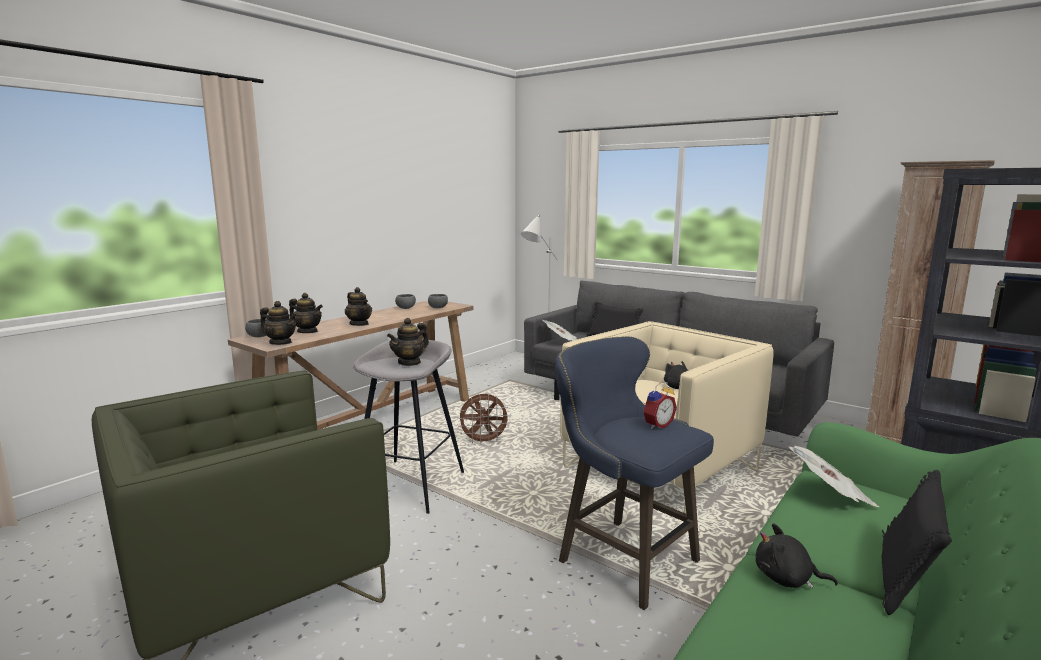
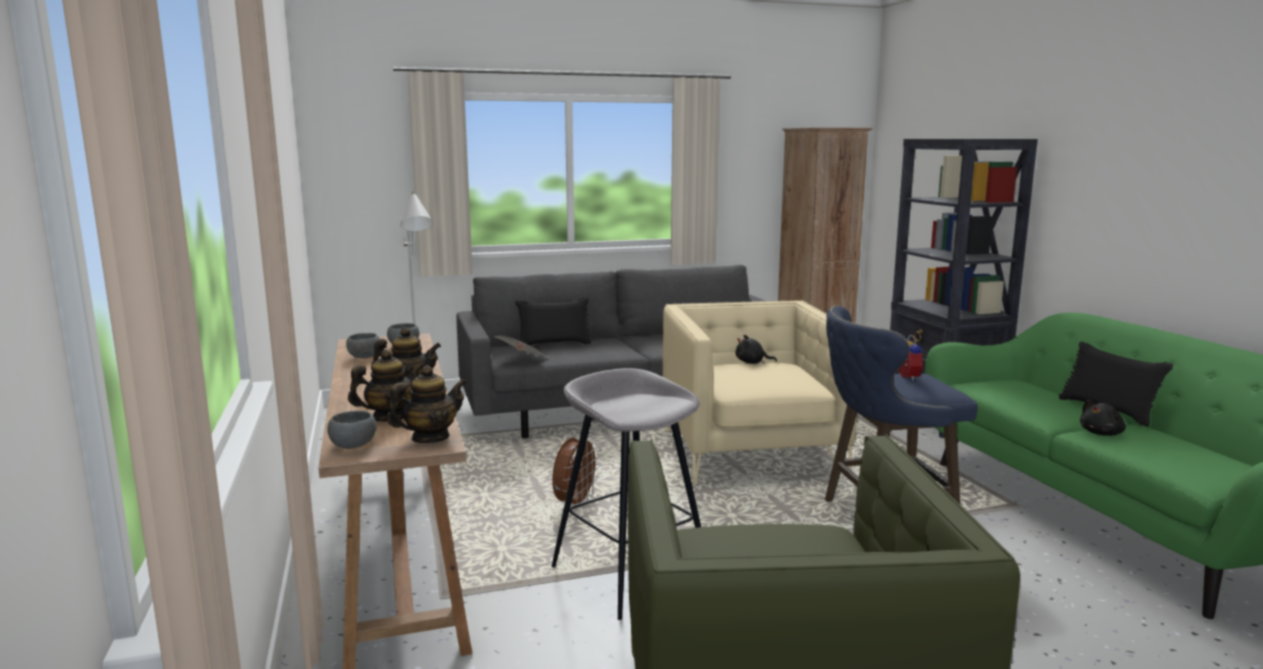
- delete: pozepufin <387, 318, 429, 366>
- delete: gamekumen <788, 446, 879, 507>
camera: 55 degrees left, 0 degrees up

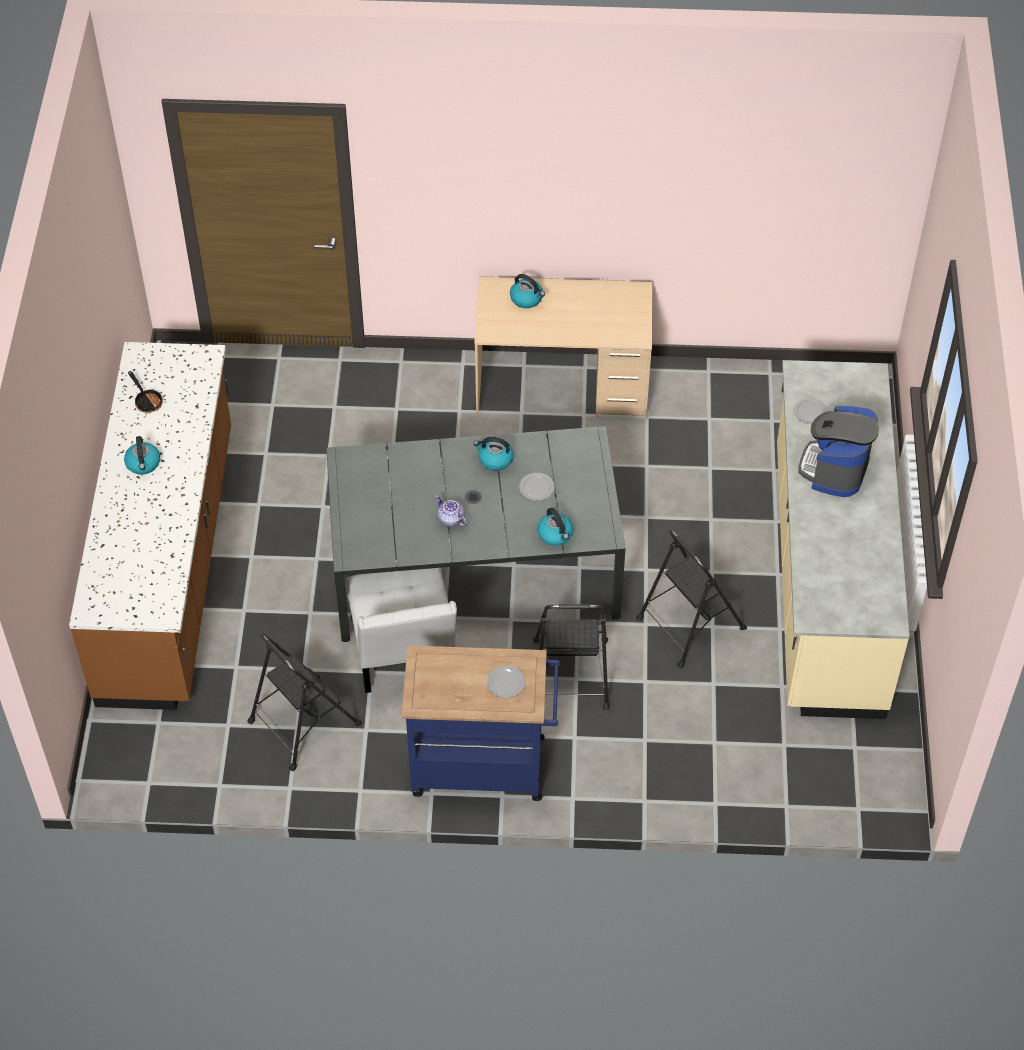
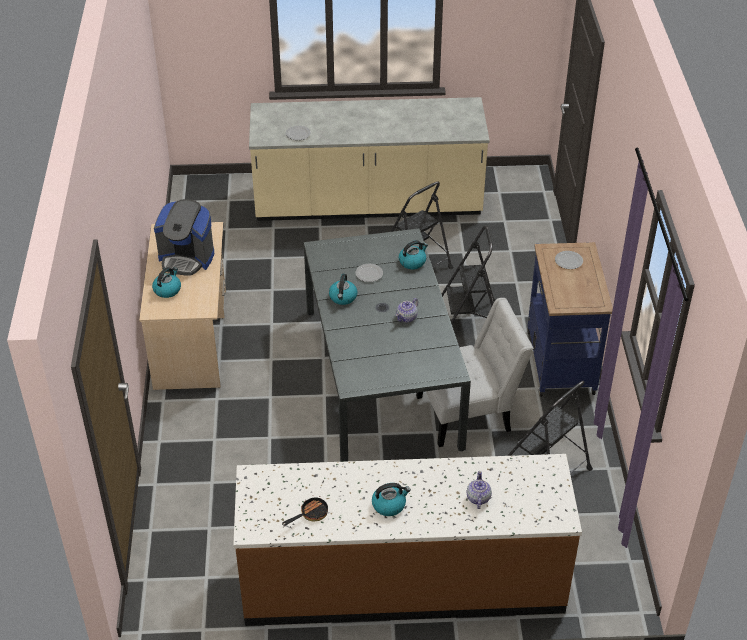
- move: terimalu <798, 406, 879, 497> to <154, 199, 215, 276>
- insert: pozepufin <467, 471, 492, 509>
camera: 95 degrees left, 10 degrees down

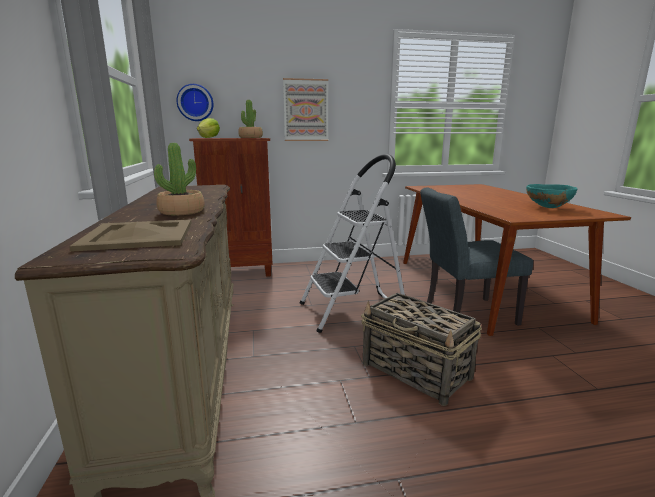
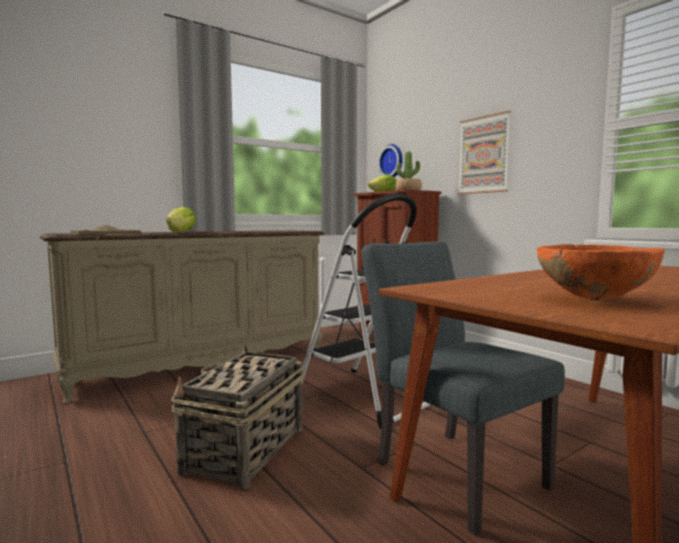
- replace: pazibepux <154, 143, 205, 215> to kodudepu <166, 207, 196, 232>
- recolor: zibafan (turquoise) <526, 184, 577, 208> to zibafan (orange) <537, 244, 665, 301>
camera: 65 degrees right, 10 degrees down

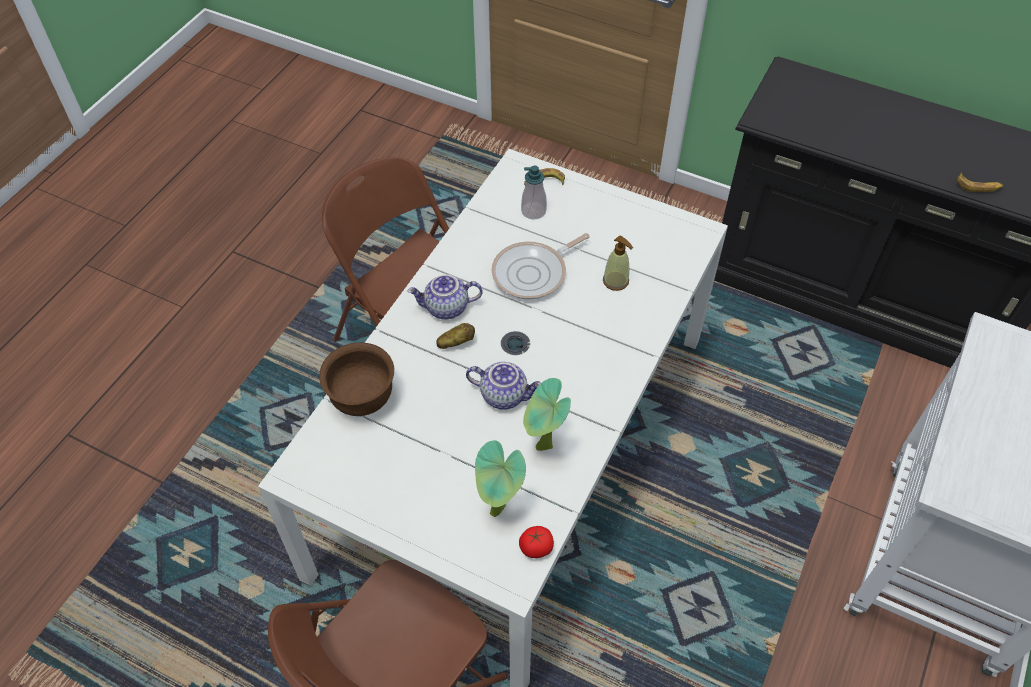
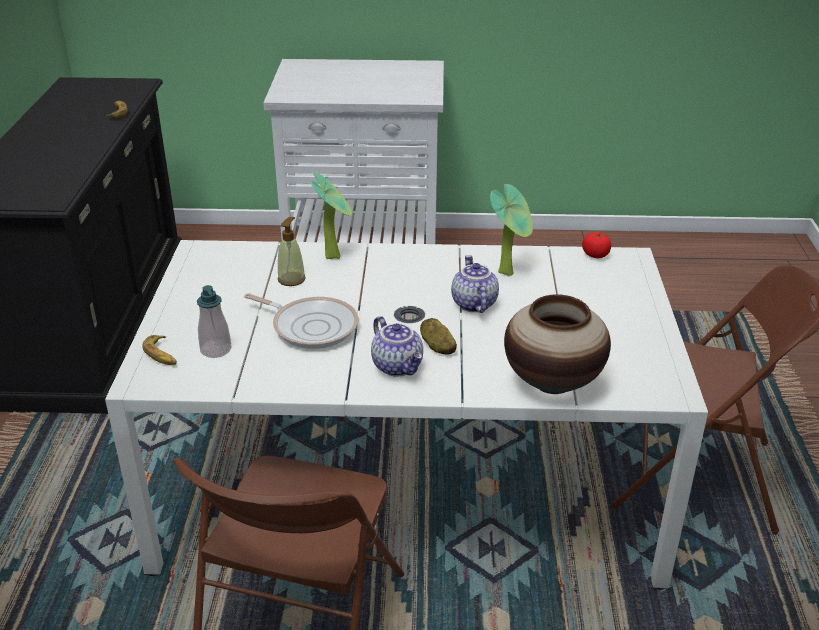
- move: pazibepux <475, 440, 526, 517> to <311, 173, 352, 259>
- replace: zibafan (brown) <319, 343, 394, 416> to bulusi <504, 294, 611, 394>
camera: 115 degrees left, 20 degrees down

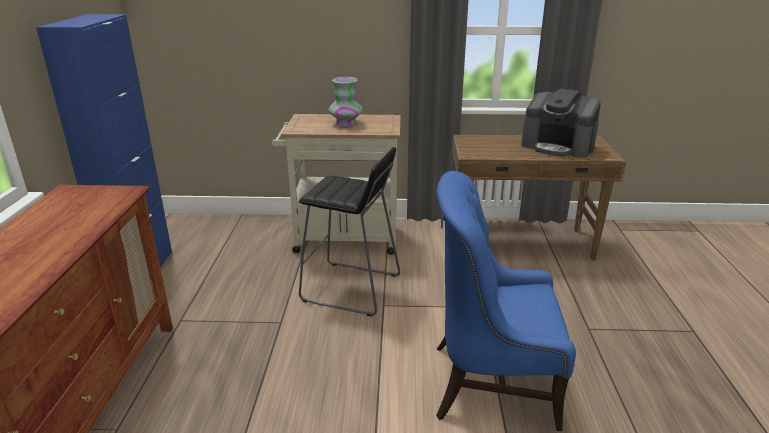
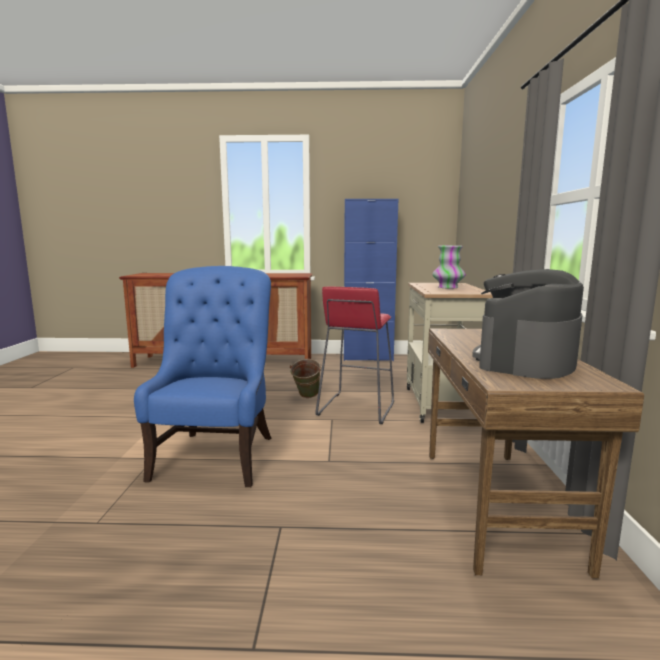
- insert: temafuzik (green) <290, 359, 322, 398>
- recolor: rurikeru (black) <299, 147, 400, 317> to rurikeru (red) <315, 287, 394, 424>
camera: 90 degrees right, 15 degrees down

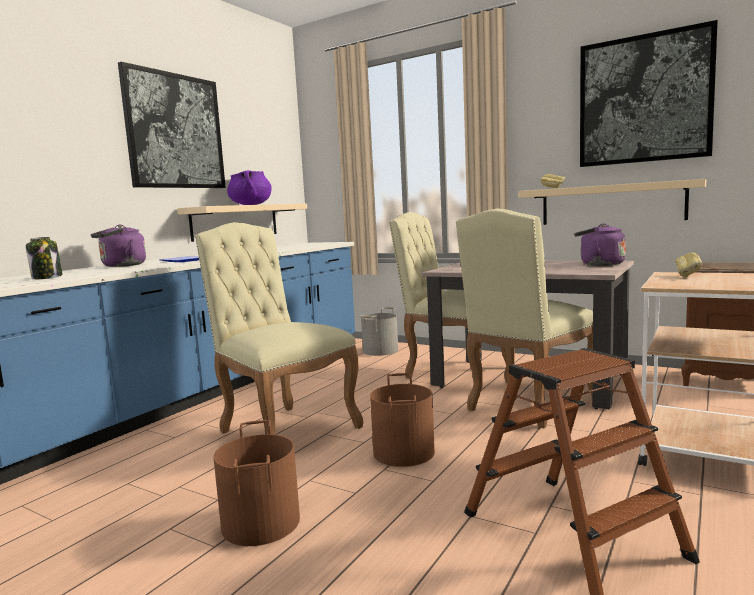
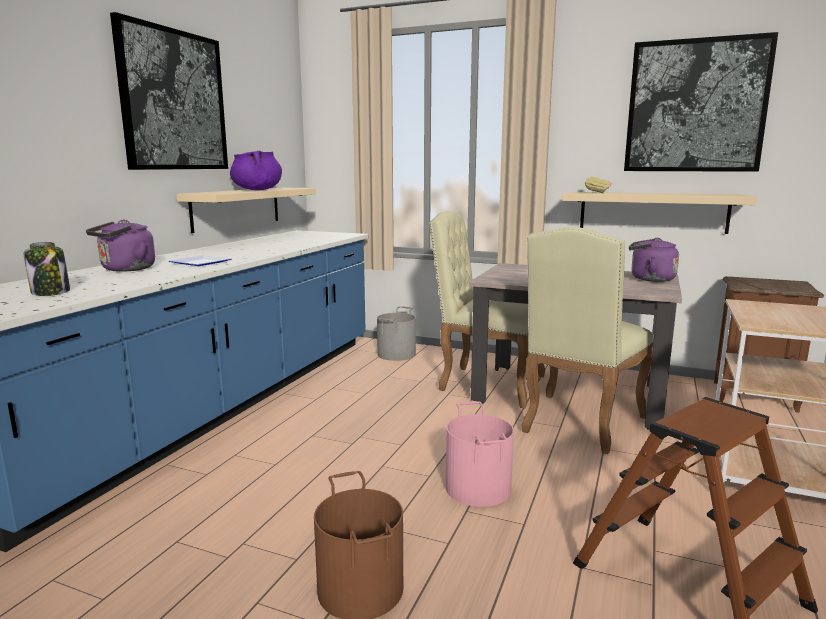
- recolor: temafuzik (brown) <370, 373, 435, 467> to temafuzik (pink) <446, 402, 514, 507>
- delete: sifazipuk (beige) <195, 222, 363, 435>
- delete: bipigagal <675, 252, 702, 277>
camera: 10 degrees left, 5 degrees up

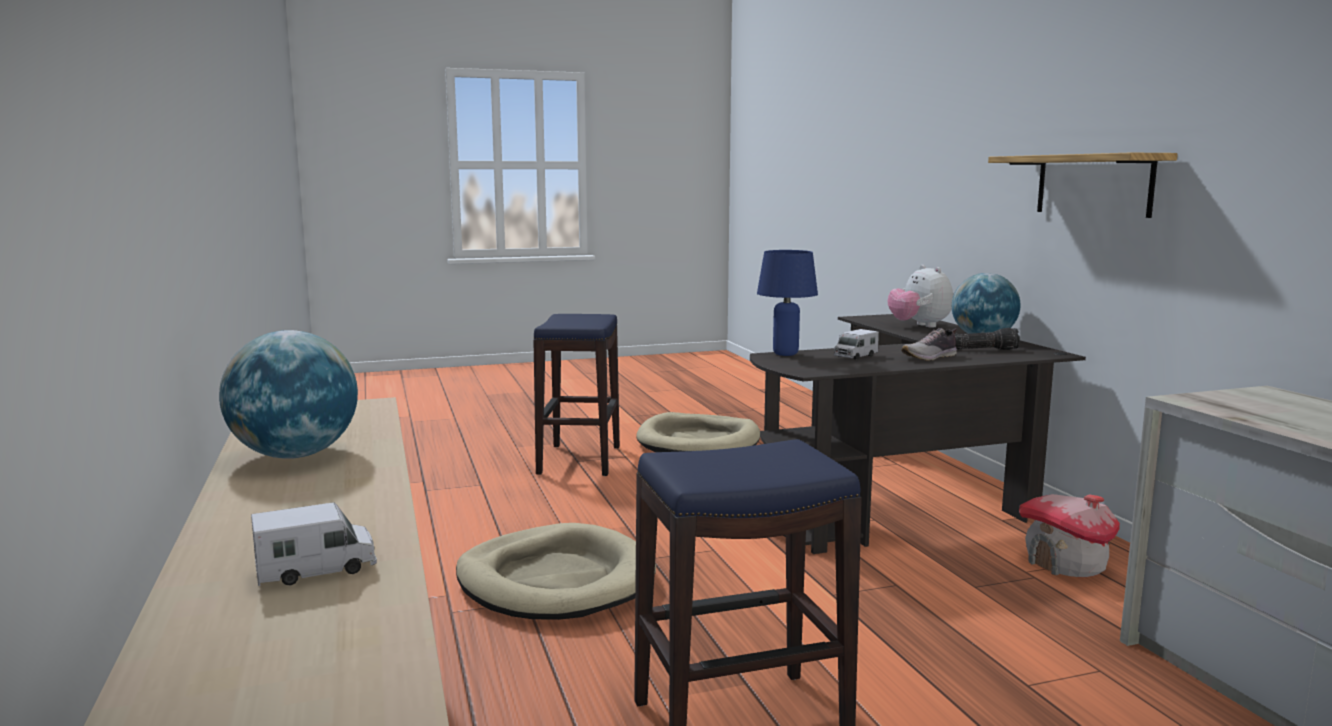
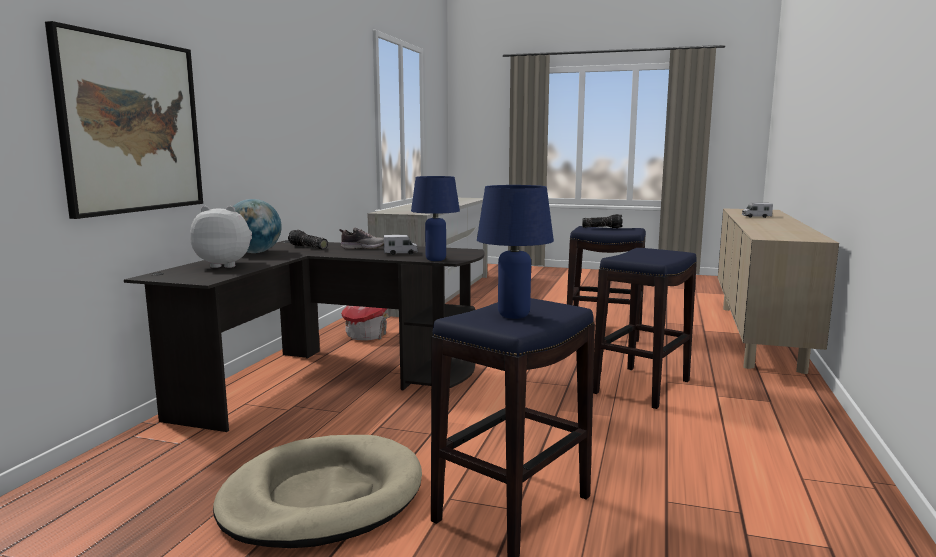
- insert: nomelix <45, 21, 203, 219>
- rotate: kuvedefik <888, 265, 953, 328> = <190, 206, 252, 268> 105 degrees counterclockwise
- insert: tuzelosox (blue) <477, 185, 554, 319>
- insert: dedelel <582, 214, 623, 228>
- replace: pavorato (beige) <456, 523, 656, 620> to rurikeru <593, 248, 697, 409>
- delete: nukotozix <219, 330, 358, 459>
- delete: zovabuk <988, 153, 1178, 218>
camera: 145 degrees left, 0 degrees up

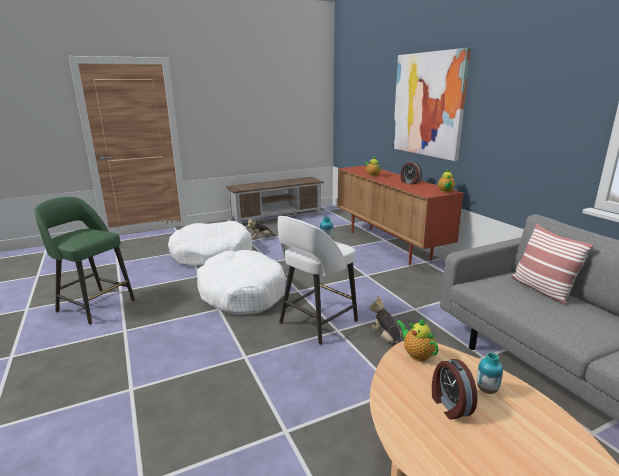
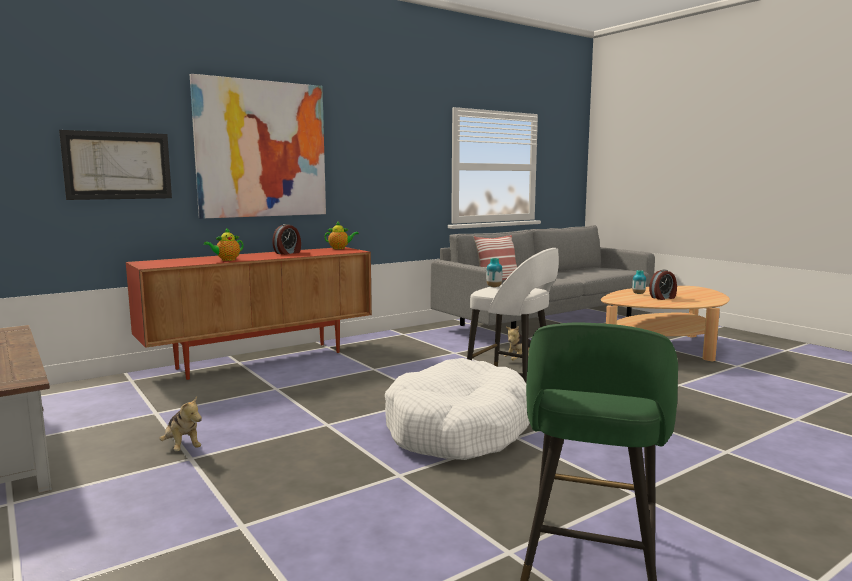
- insert: nomelix <59, 130, 172, 200>
- delete: pavorato (white) <168, 221, 252, 266>
- delete: pozepufin <396, 319, 438, 362>
camera: 100 degrees left, 10 degrees down

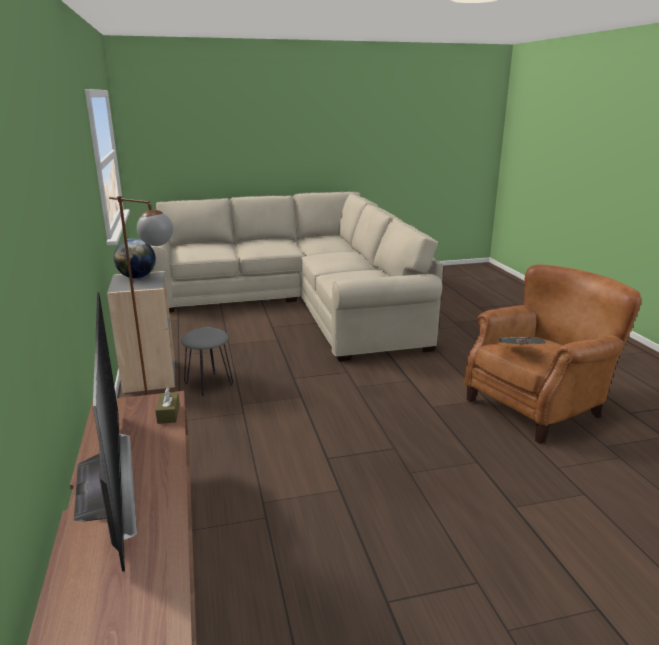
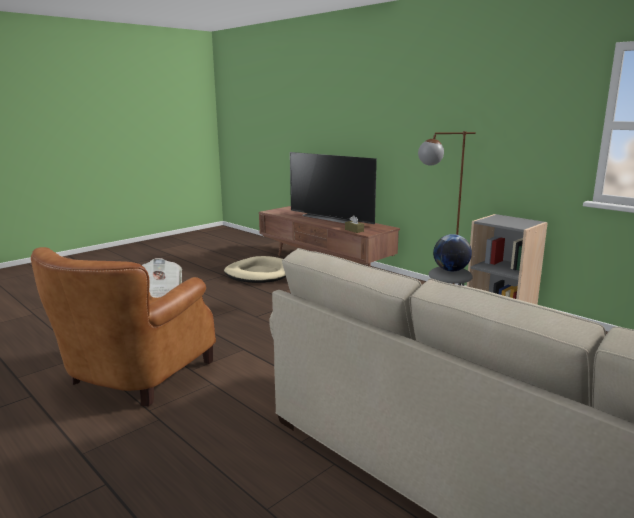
- insert: pavorato (beige) <224, 256, 286, 283>
- move: nukotozix <114, 238, 156, 278> to <433, 234, 472, 272>
camera: 150 degrees right, 5 degrees down

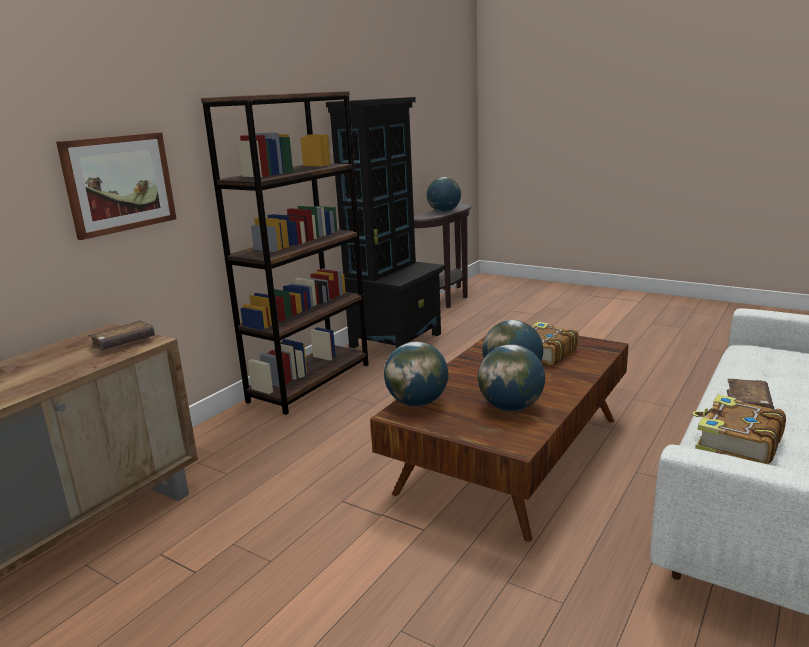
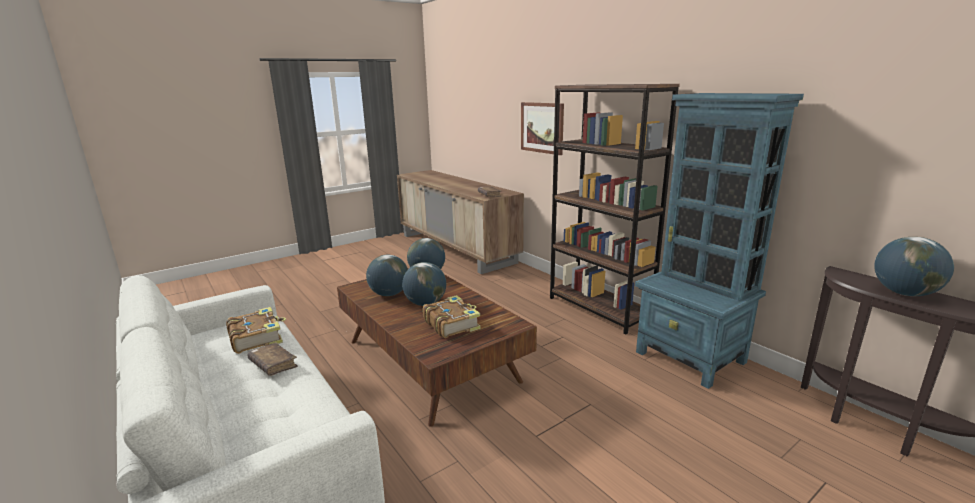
- recolor: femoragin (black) <326, 97, 445, 349> to femoragin (blue) <635, 93, 804, 389>
camera: 110 degrees right, 0 degrees up

